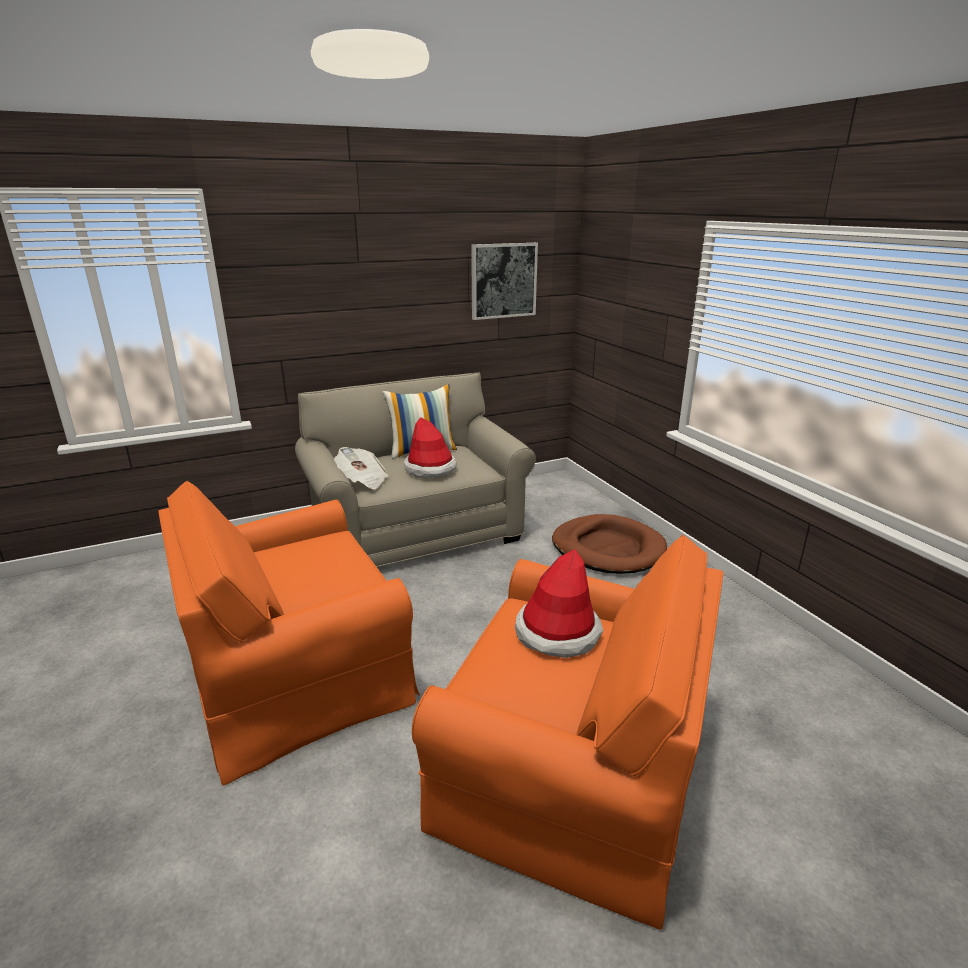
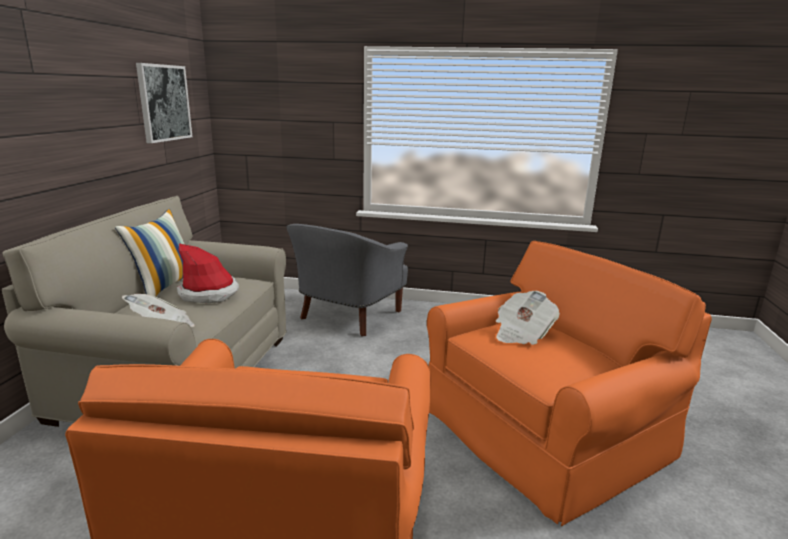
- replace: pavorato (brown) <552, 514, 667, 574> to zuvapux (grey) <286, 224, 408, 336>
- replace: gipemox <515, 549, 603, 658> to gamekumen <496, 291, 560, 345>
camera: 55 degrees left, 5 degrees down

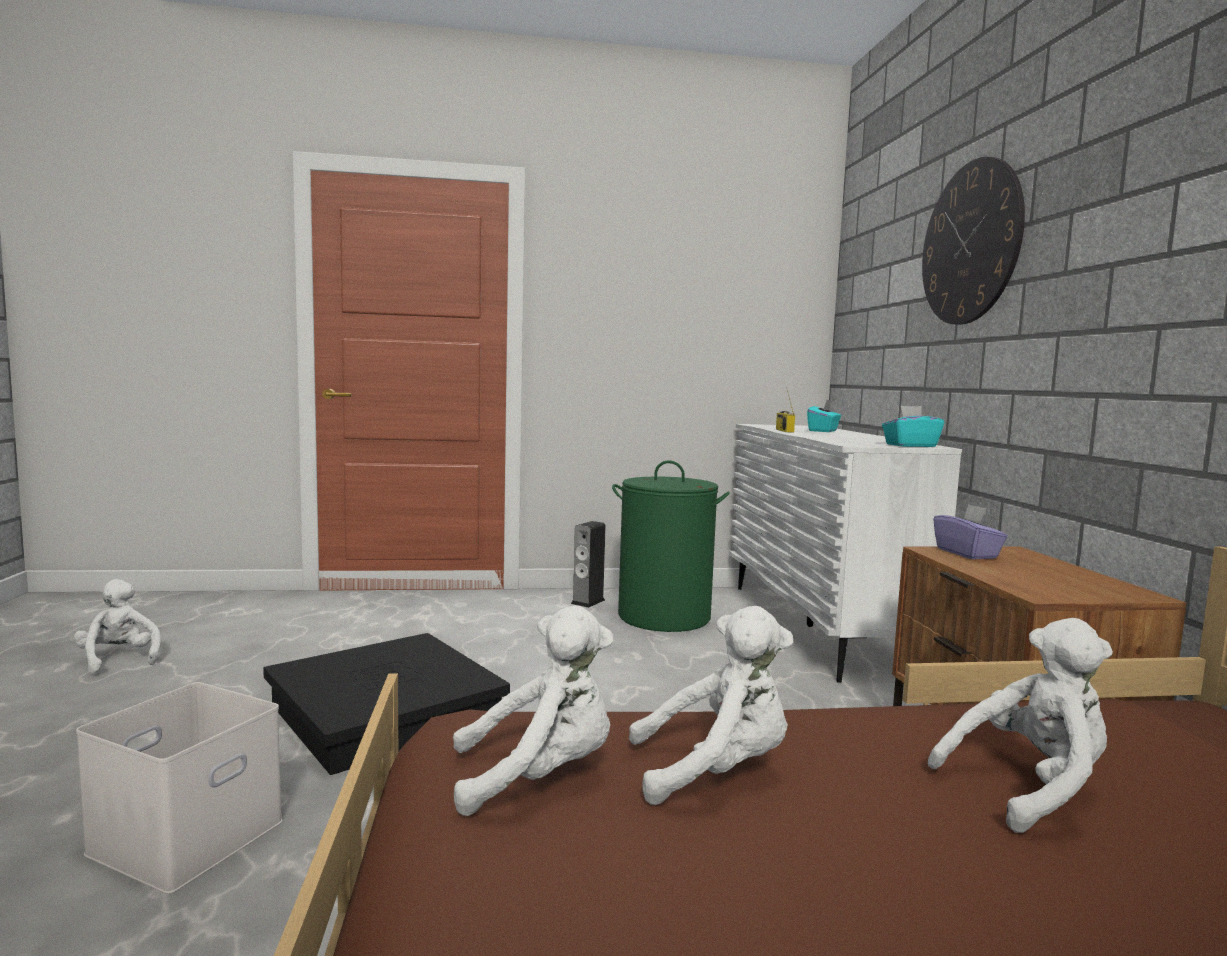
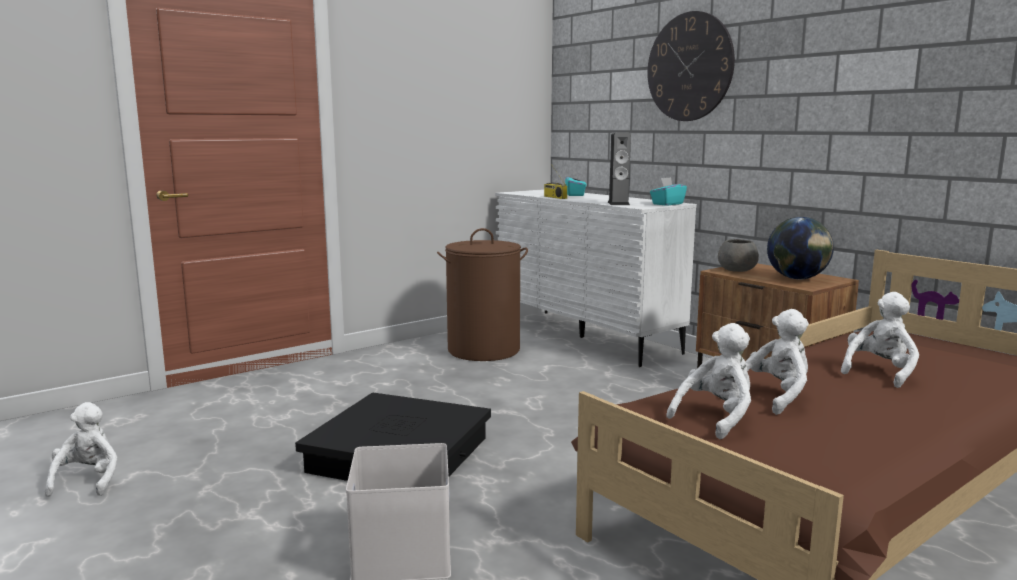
- rotate: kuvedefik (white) <74, 579, 161, 673> = <45, 402, 118, 497> 60 degrees clockwise
- recolor: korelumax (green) <612, 460, 730, 632> to korelumax (brown) <437, 228, 528, 361>
- move: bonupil <571, 521, 606, 608> to <608, 132, 631, 205>
- replace: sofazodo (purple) <933, 504, 1008, 559> to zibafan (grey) <718, 239, 759, 272>
- insert: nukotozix <767, 217, 834, 280>
camera: 30 degrees left, 5 degrees up

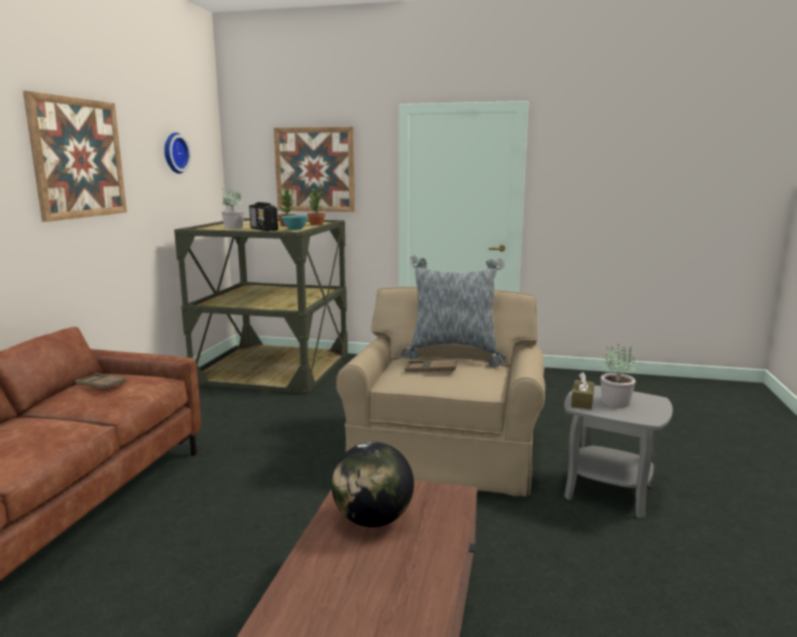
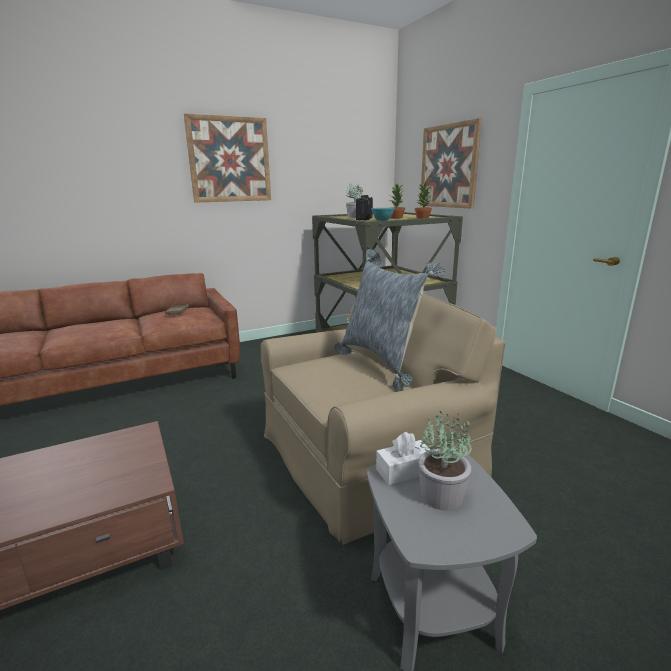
- recolor: sofazodo (brown) <571, 372, 594, 410> to sofazodo (white) <376, 432, 430, 485>
- delete: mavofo <164, 132, 191, 174>
- delete: nukotozix <331, 442, 414, 527>
- delete: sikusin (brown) <405, 359, 457, 372>
camera: 50 degrees right, 5 degrees up

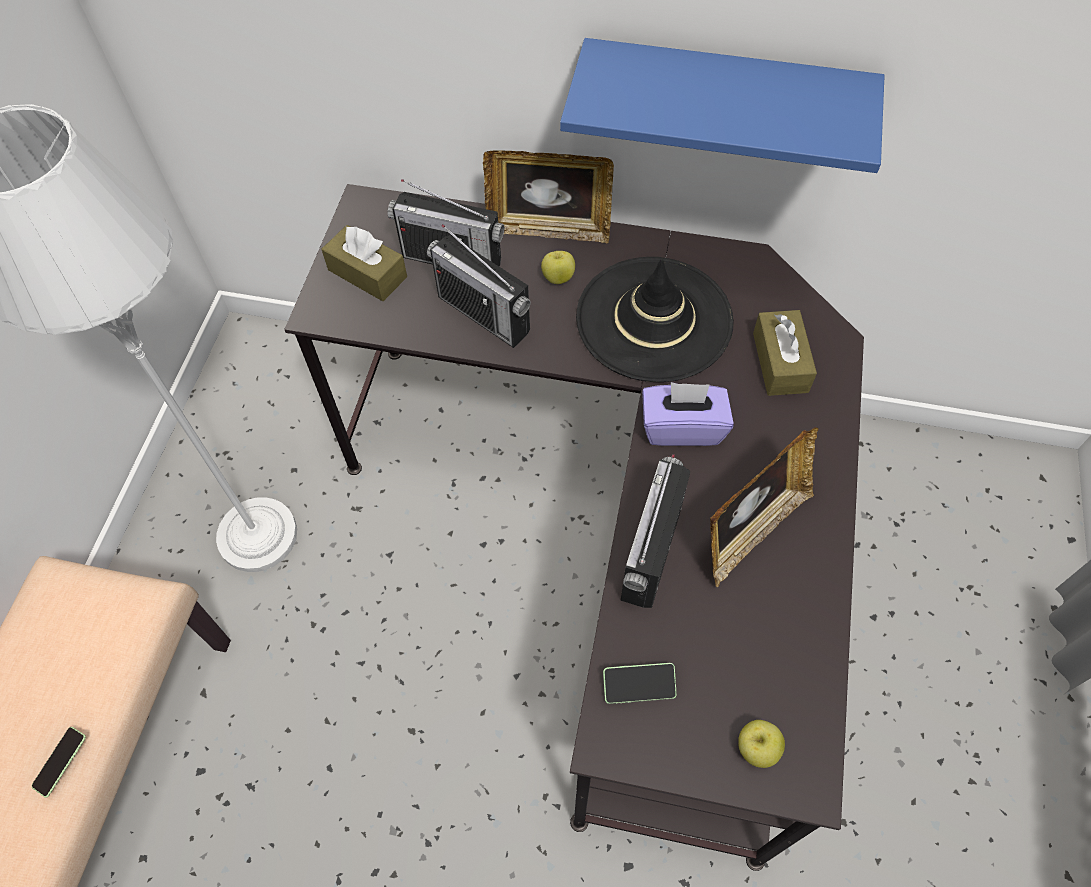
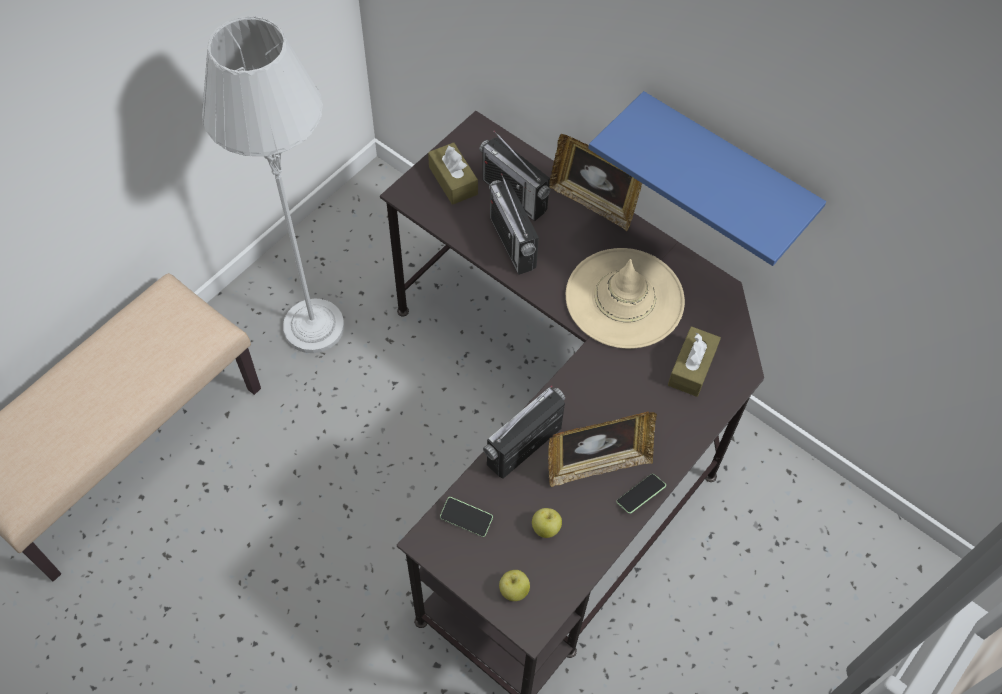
- move: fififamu <541, 251, 575, 284> to <532, 508, 562, 538>
- recolor: gipemox (black) <576, 257, 734, 382> to gipemox (beige) <566, 248, 685, 349>
- move: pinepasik <32, 727, 86, 798> to <616, 474, 666, 514>
- delete: sofazodo (purple) <642, 382, 734, 446>
camera: 25 degrees right, 0 degrees up

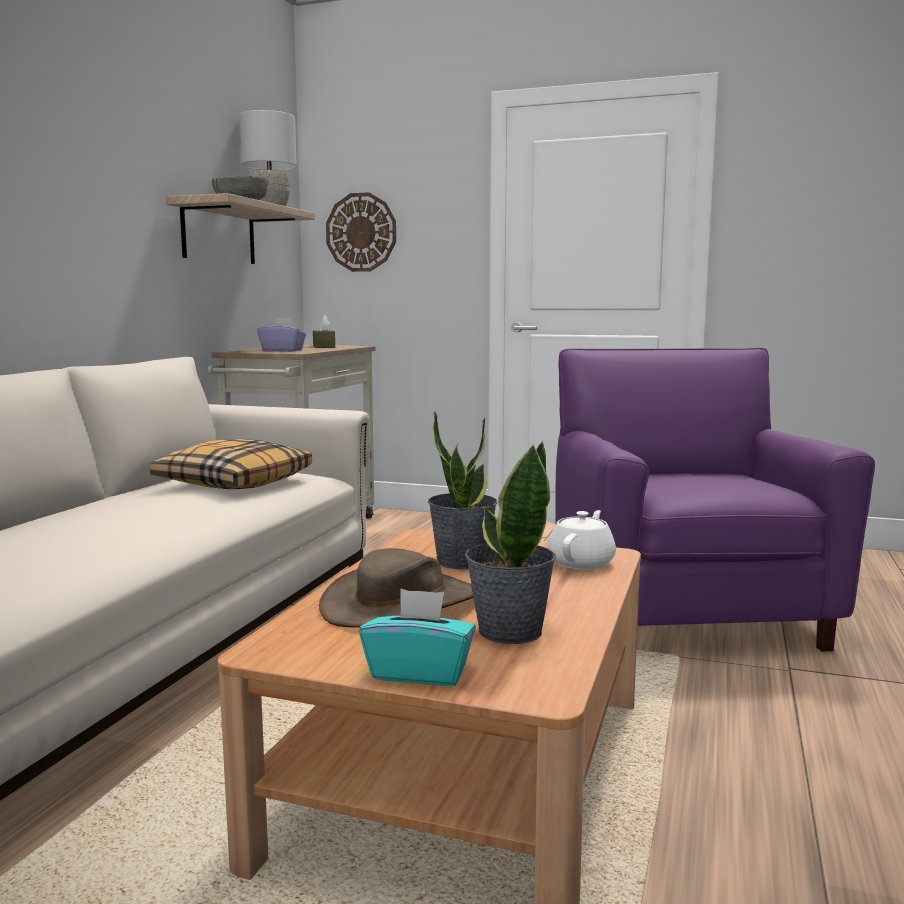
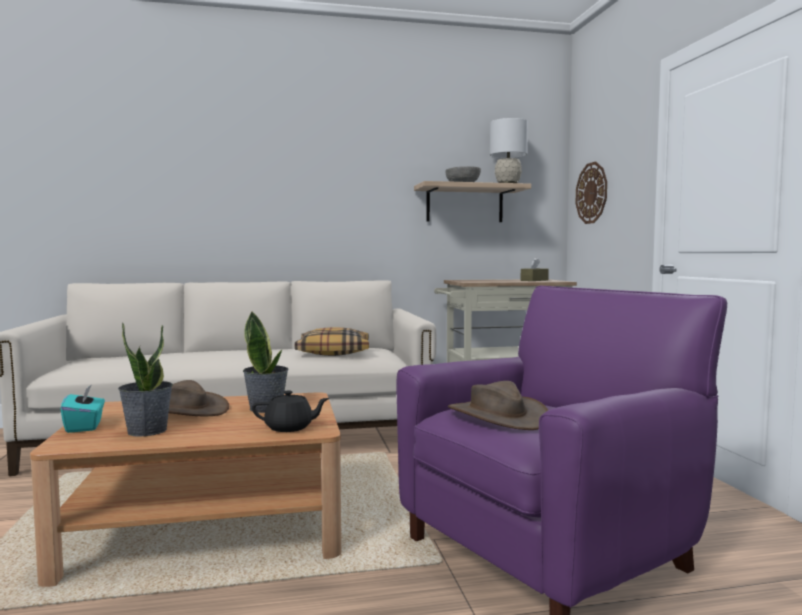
- recolor: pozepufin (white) <548, 510, 616, 570> to pozepufin (black) <252, 390, 330, 432>
- insert: gipemox (brown) <448, 381, 548, 430>
- delete: sofazodo (purple) <257, 318, 306, 352>
camera: 60 degrees right, 5 degrees down

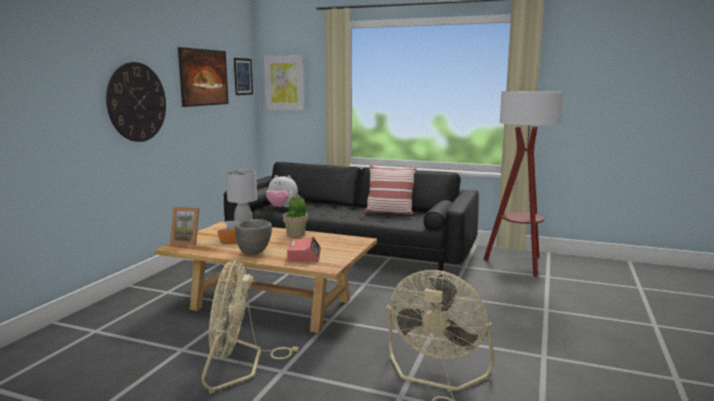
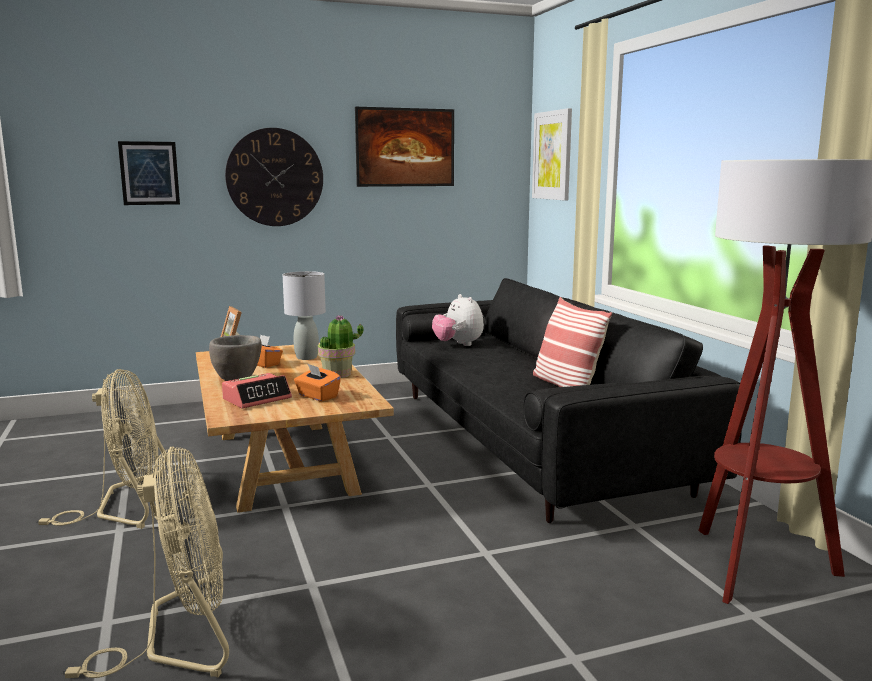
- rotate: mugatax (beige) <202, 260, 300, 394> = <37, 369, 167, 529> 120 degrees clockwise
- move: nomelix <234, 58, 253, 95> to <118, 141, 180, 205>
- insert: sofazodo (orange) <294, 363, 341, 402>
camera: 50 degrees right, 0 degrees up

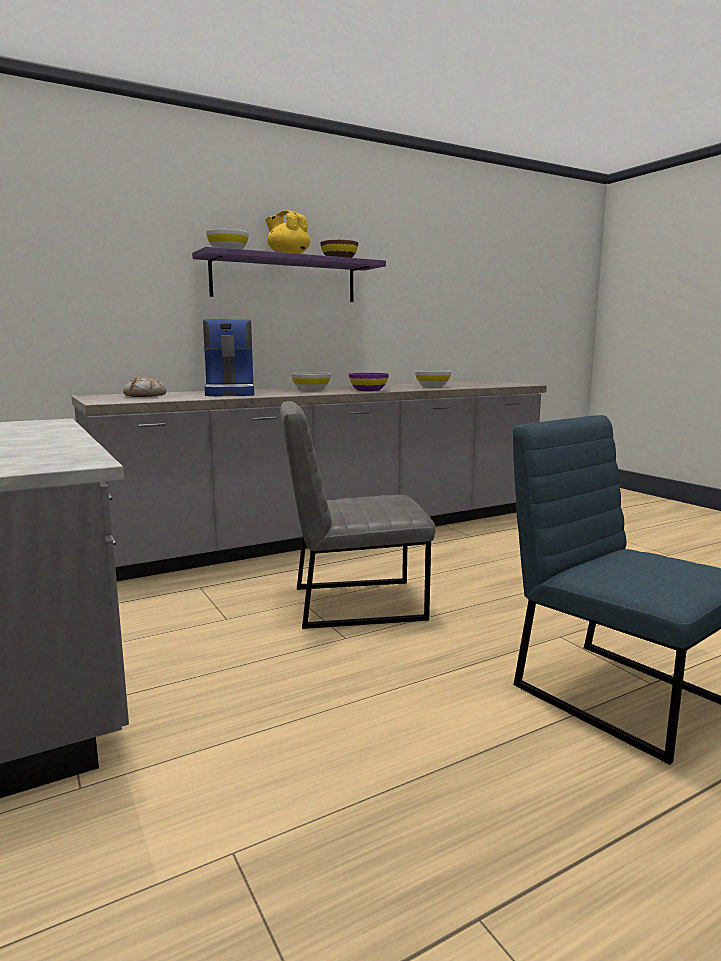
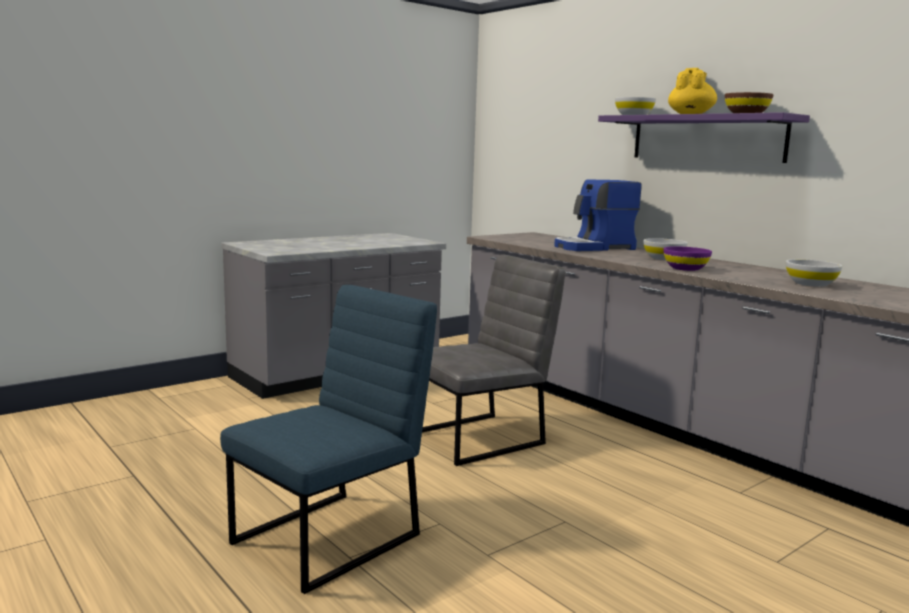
- rotate: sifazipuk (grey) <280, 401, 435, 629> = <422, 255, 565, 466> 75 degrees clockwise
- delete: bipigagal <123, 377, 166, 397>
camera: 80 degrees right, 0 degrees up

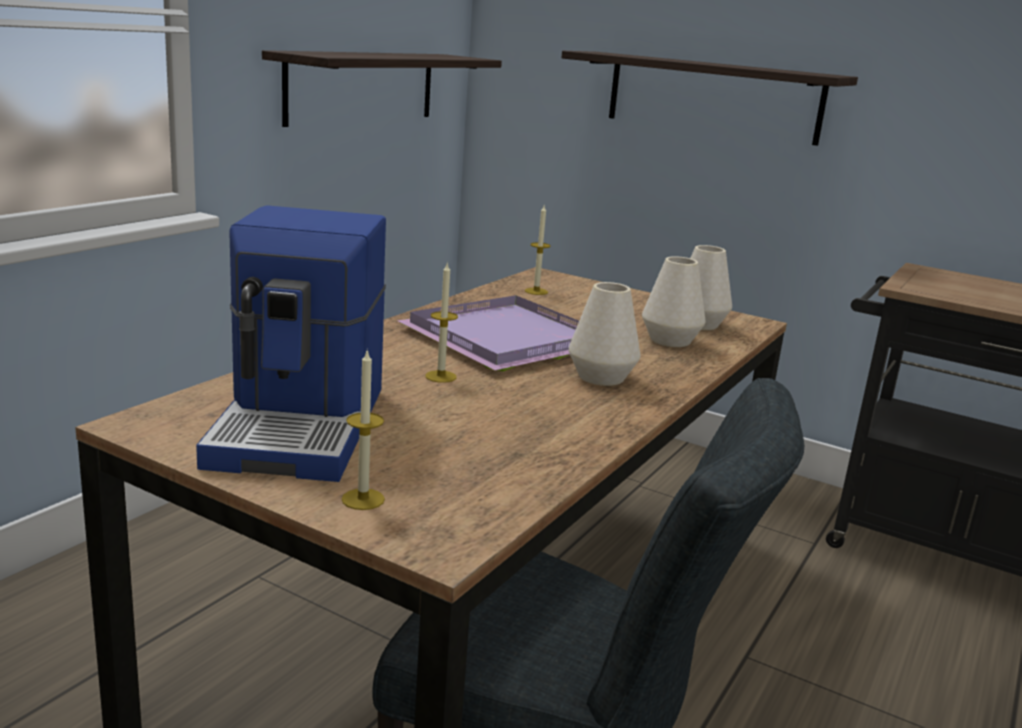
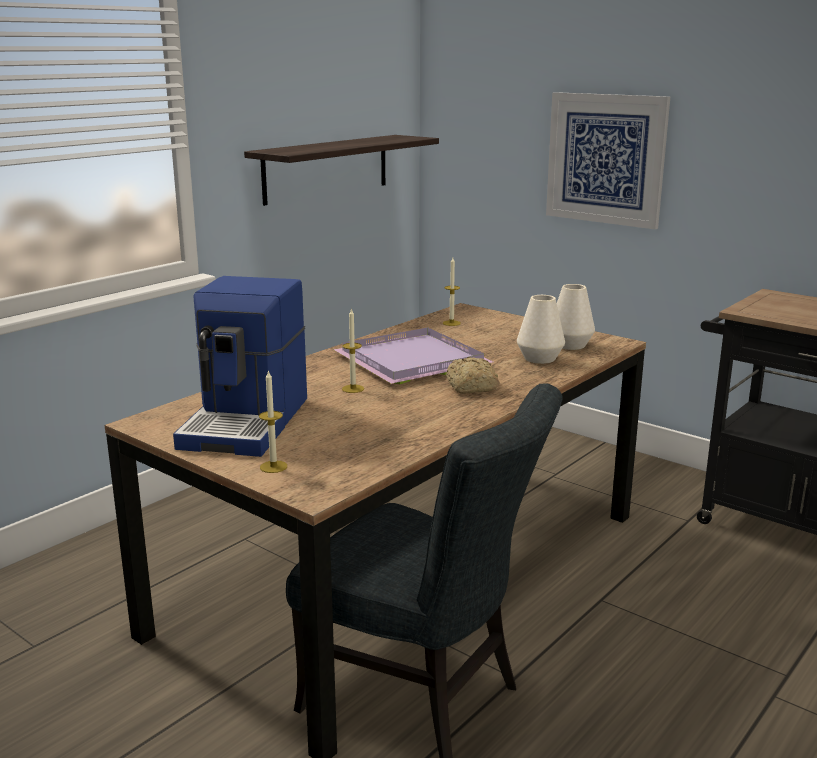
- replace: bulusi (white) <569, 282, 641, 386> to bipigagal <446, 357, 500, 394>
- replace: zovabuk <561, 51, 858, 146> to nomelix <546, 92, 670, 229>
camera: 10 degrees right, 0 degrees up

